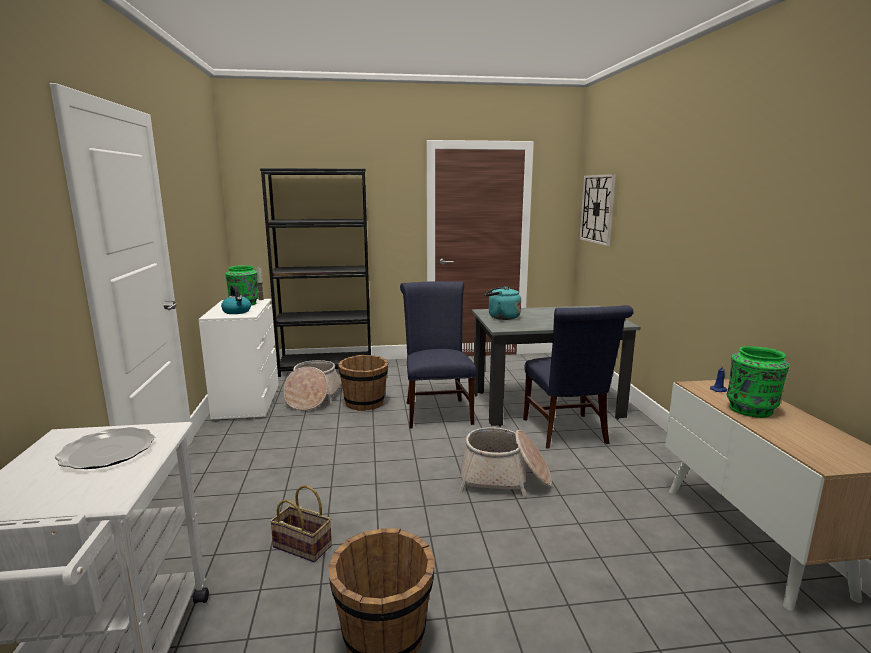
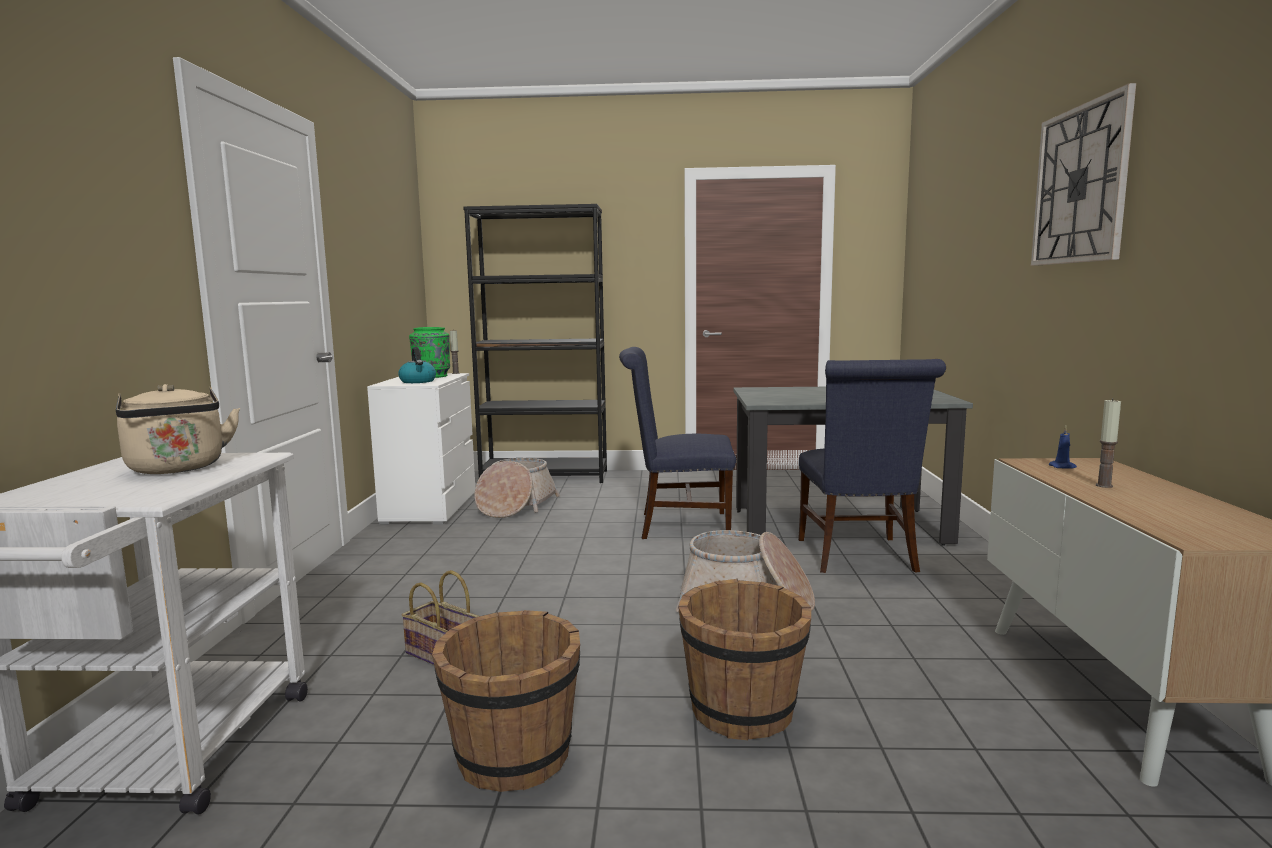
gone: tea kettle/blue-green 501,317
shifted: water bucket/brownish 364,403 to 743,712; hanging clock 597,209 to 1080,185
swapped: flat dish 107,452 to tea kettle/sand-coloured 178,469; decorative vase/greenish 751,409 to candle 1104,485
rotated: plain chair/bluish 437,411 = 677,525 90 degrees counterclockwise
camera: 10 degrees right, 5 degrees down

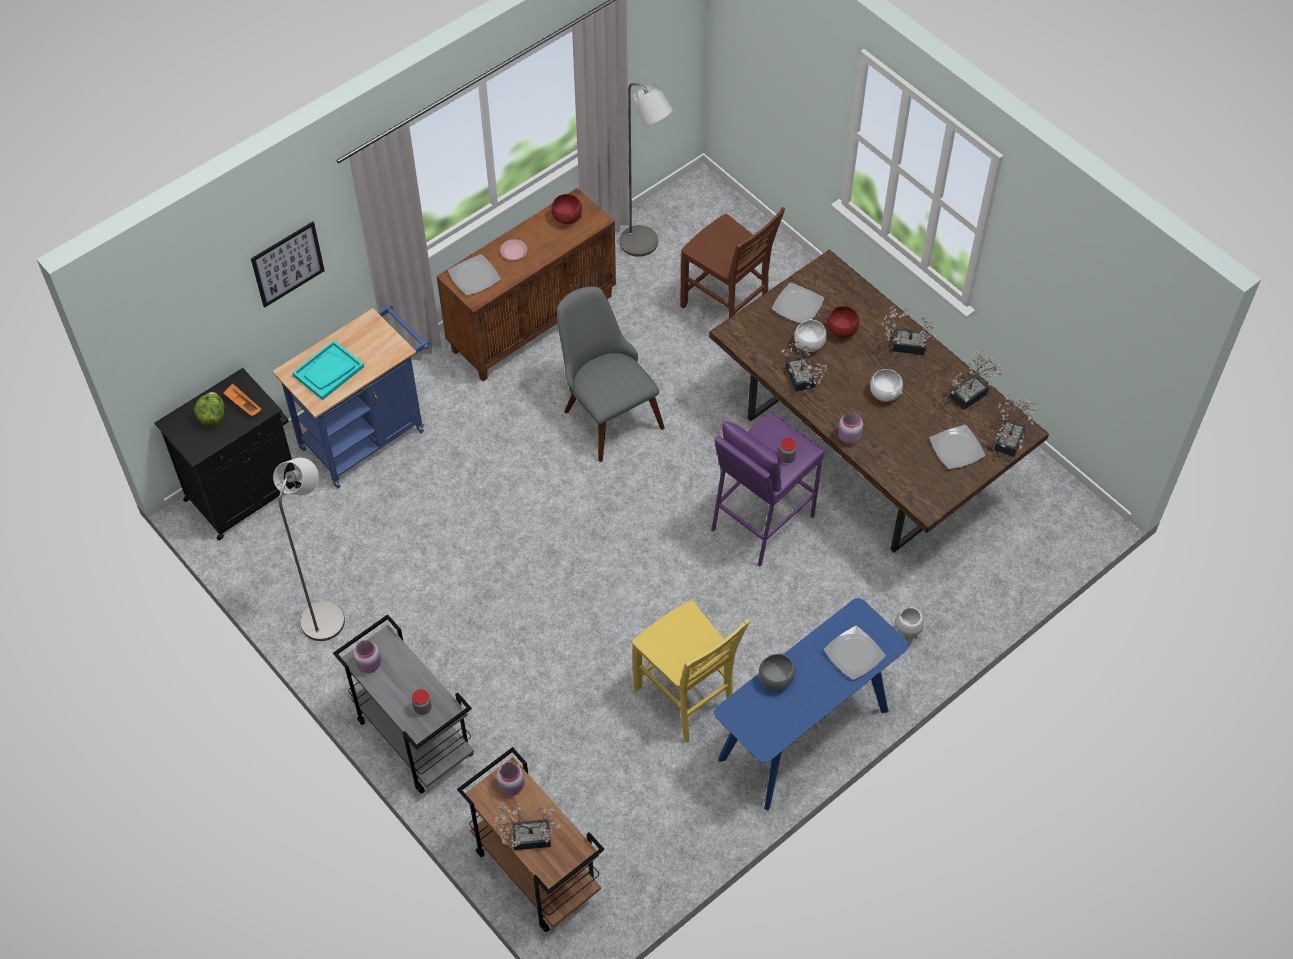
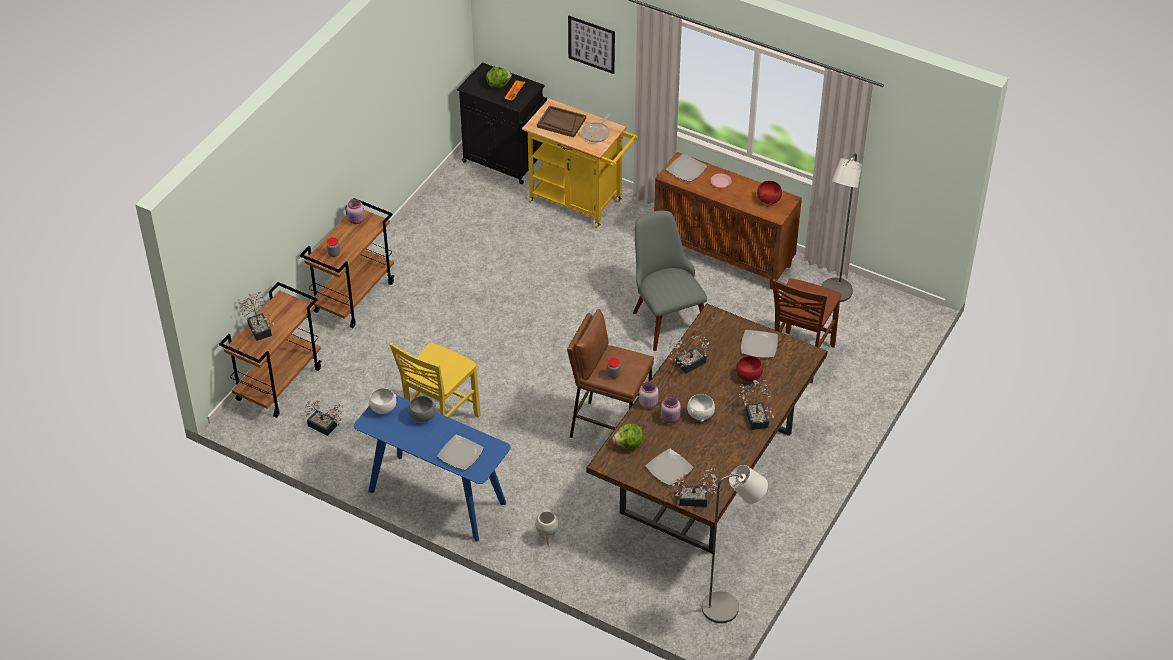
new: frying pan 596,133; lettuce 628,444
shifted: houseplant 972,393 to 325,427; deep dish/white-coloured 809,345 to 382,409; storage jar/pinkish 512,786 to 670,418; standard lamp/grey 326,614 to 727,607
repainted: wheeled cart/grey 413,737 to wheeled cart/brownish 354,297; wheeled cart/bluish 368,434 to wheeled cart/yellowish 580,202; tray/blue-green 328,371 to tray/brownish 561,122; stool seat/purple 761,522 to stool seat/brownish 609,428
rotated: plain chair/grey 606,411 = 665,316 60 degrees counterclockwise
camera: 70 degrees right, 10 degrees down

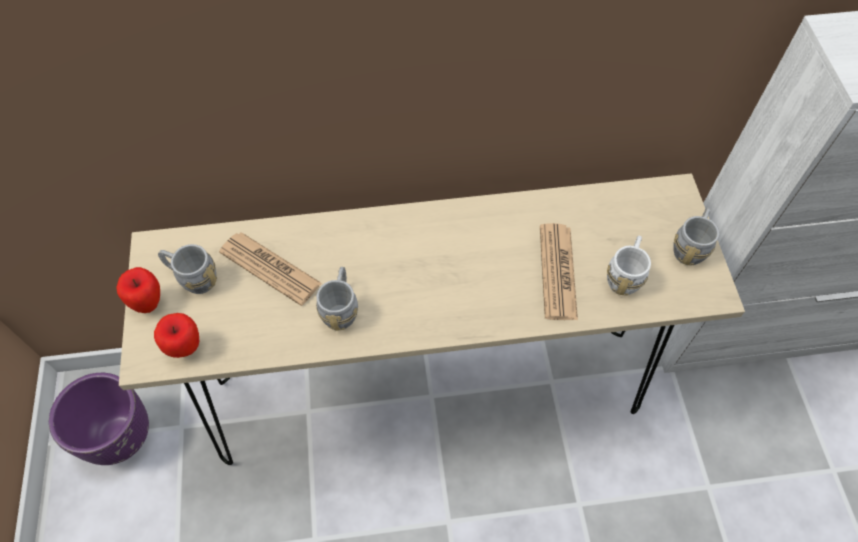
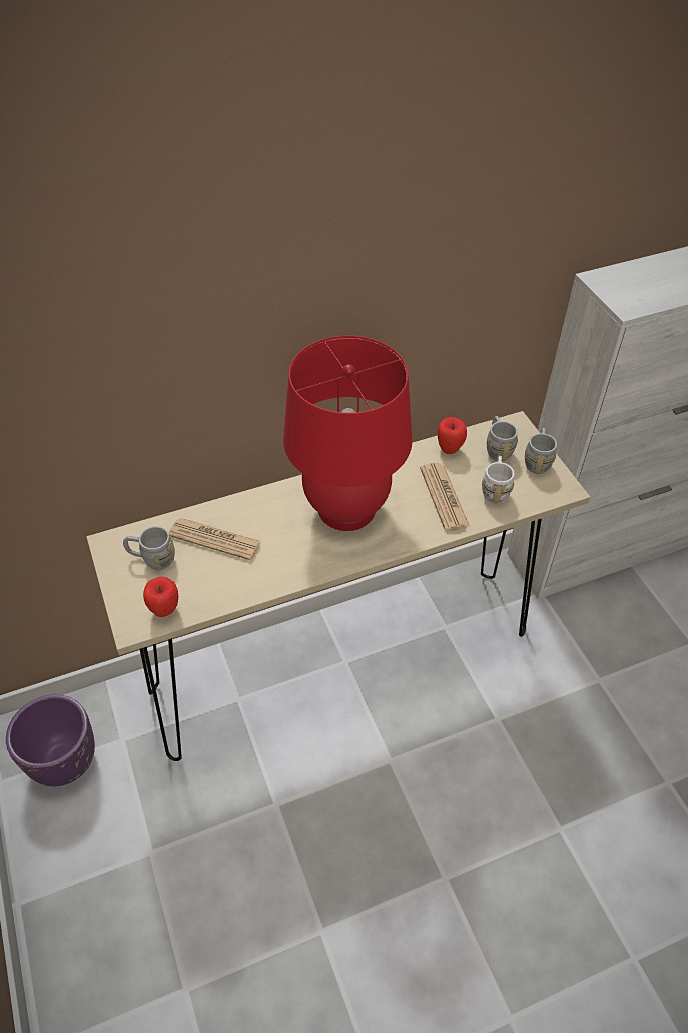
new: table lamp/red-coloured 346,508
shifted: whole apple 149,304 to 449,449; tea mug/grey 341,308 to 497,448
camera: 15 degrees left, 10 degrees down

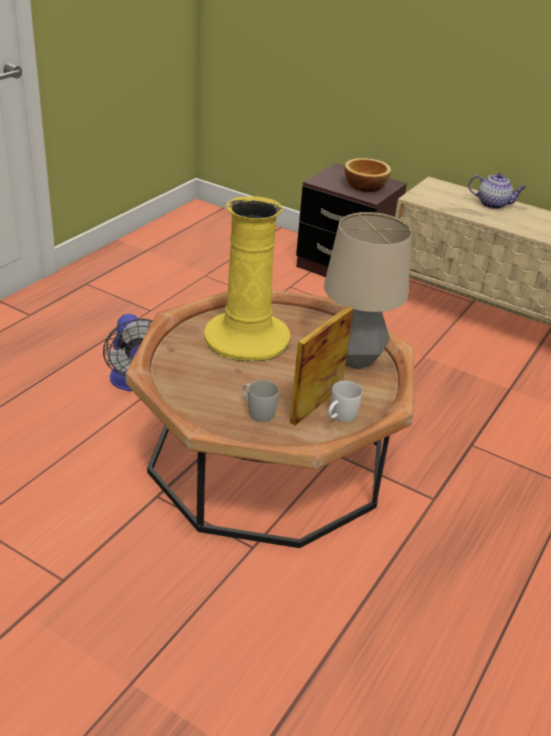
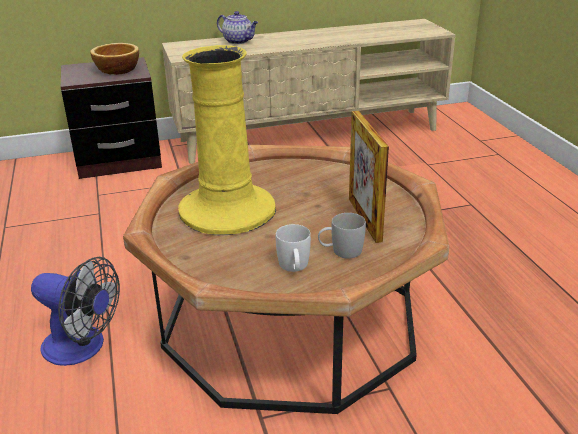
gone: table lamp 355,359
shifted: tea mug/white-coloured 340,417 to 294,267
rotated: teapot 493,204 = 239,41 60 degrees clockwise
camera: 45 degrees left, 5 degrees down

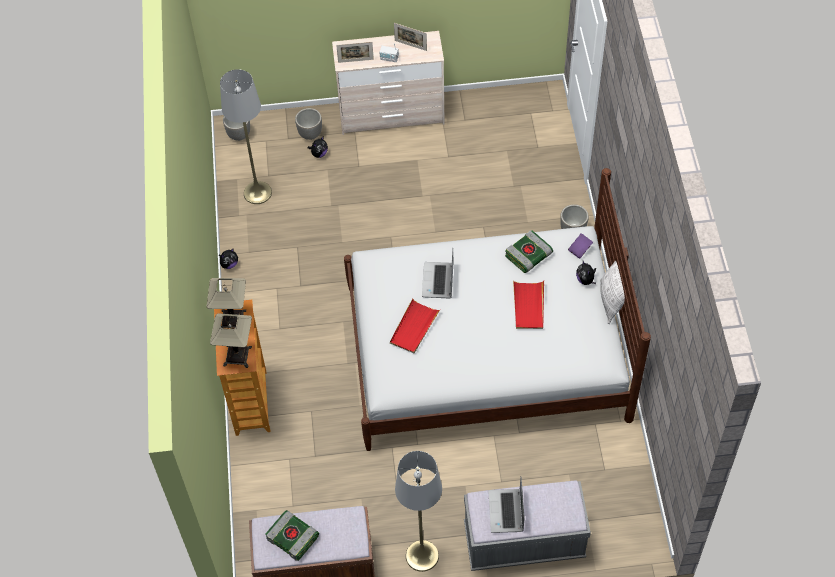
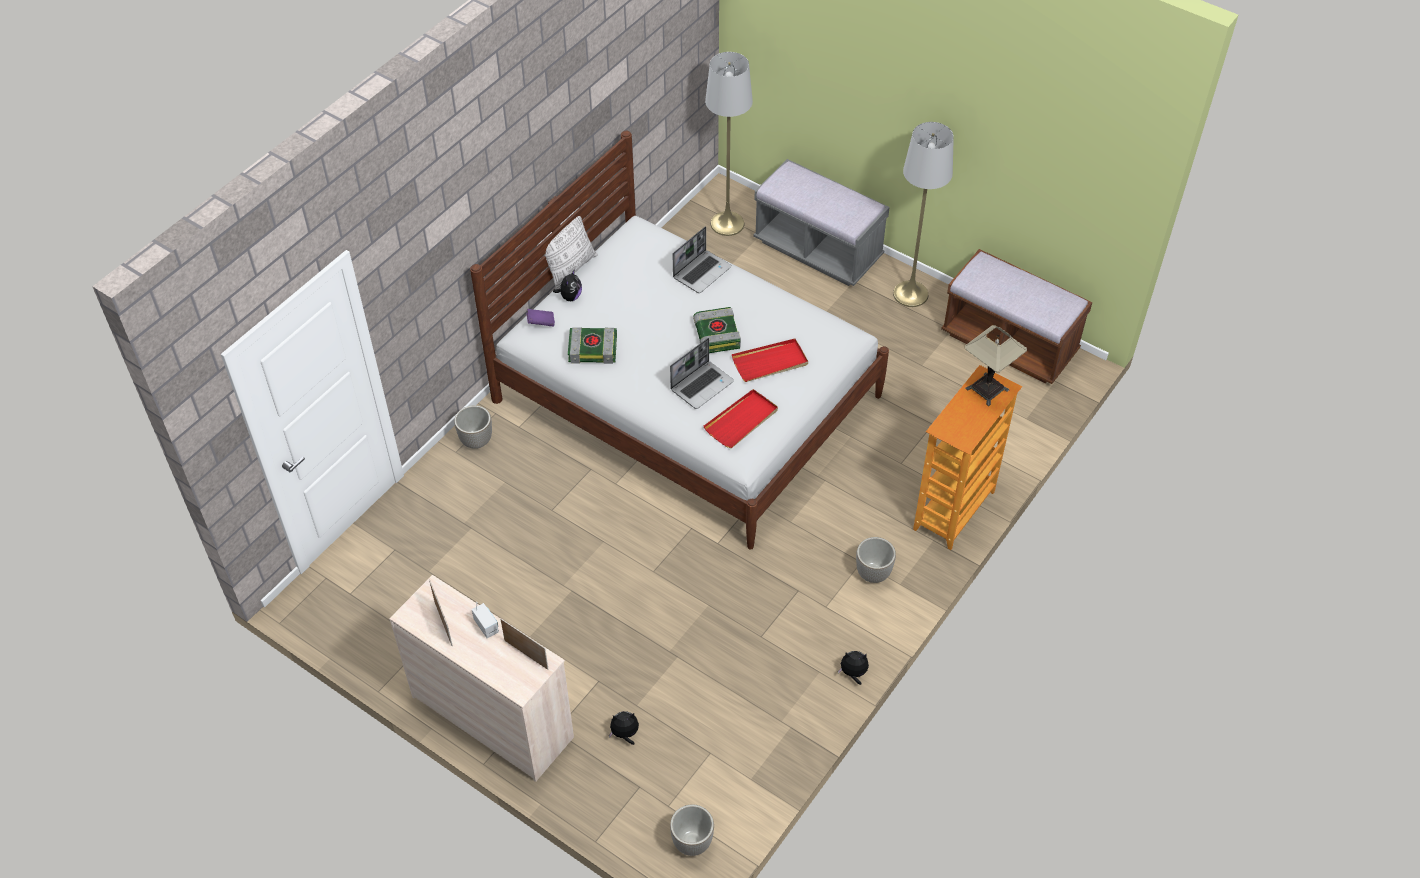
gone: table lamp 233,320
shifted: laptop 506,512 to 702,272; bound book 293,537 to 716,334; tray/red-coloured 528,306 to 742,420; standard lamp/grey 257,192 to 727,224; planter 310,134 to 873,573
camera: 140 degrees left, 5 degrees down

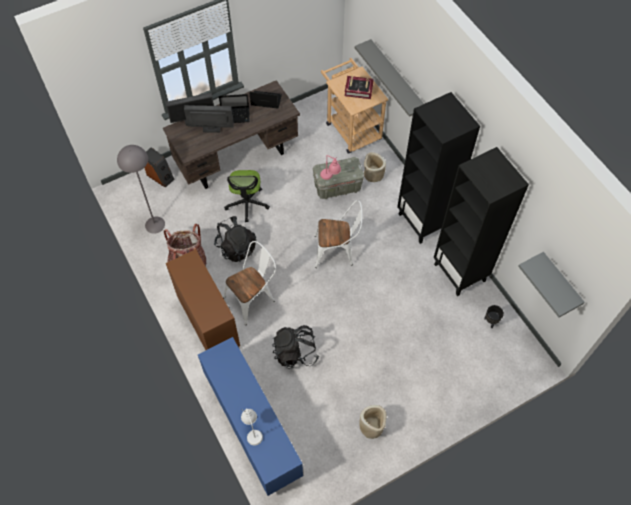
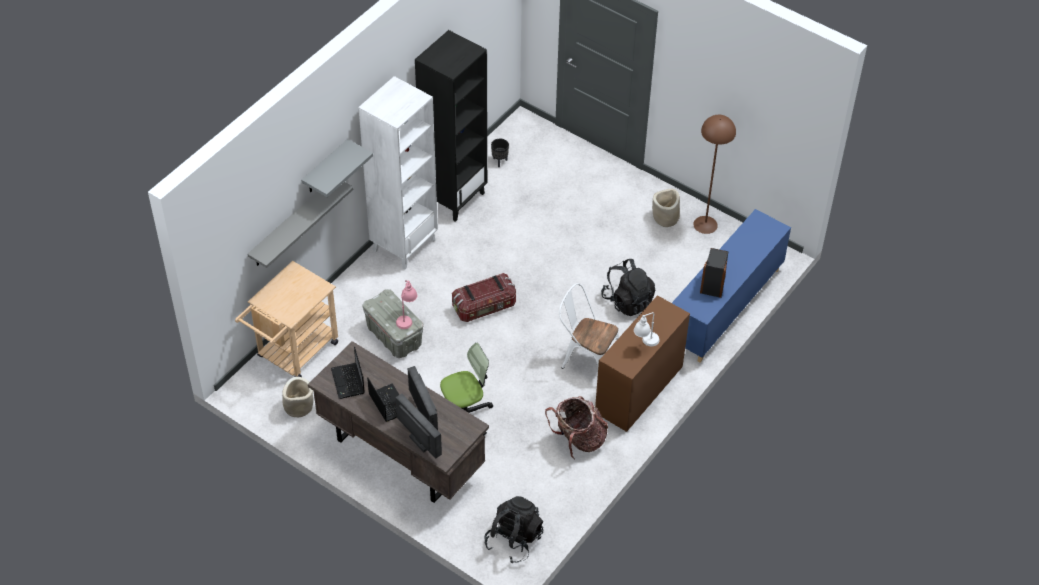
gone: standard lamp/grey 155,224; bound book 358,89
new: standard lamp/brownish 705,225
shifted: planter/sand-coloured 373,174 to 298,407; shelf/grey 560,282 to 325,168; knapsack/blackish 236,247 to 514,540; table lamp/white-coloured 252,431 to 645,344; speaker 160,176 to 713,283
swapped: plain chair/white-coloured 337,251 to storage bin 484,307
repainted: bookshelf/blackish 423,222 to bookshelf/white-coloured 404,245
camera: 115 degrees left, 10 degrees down

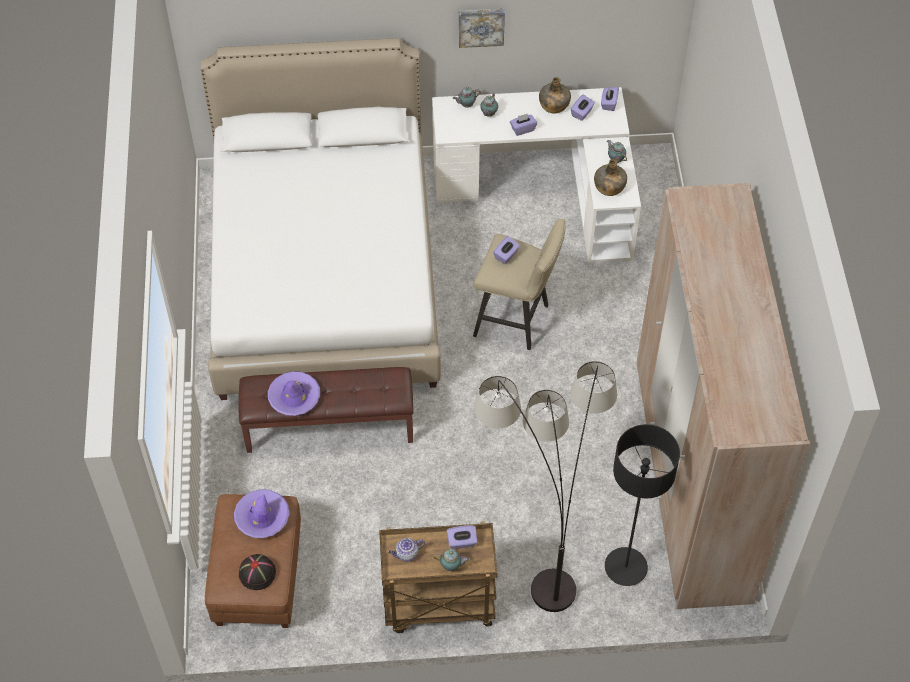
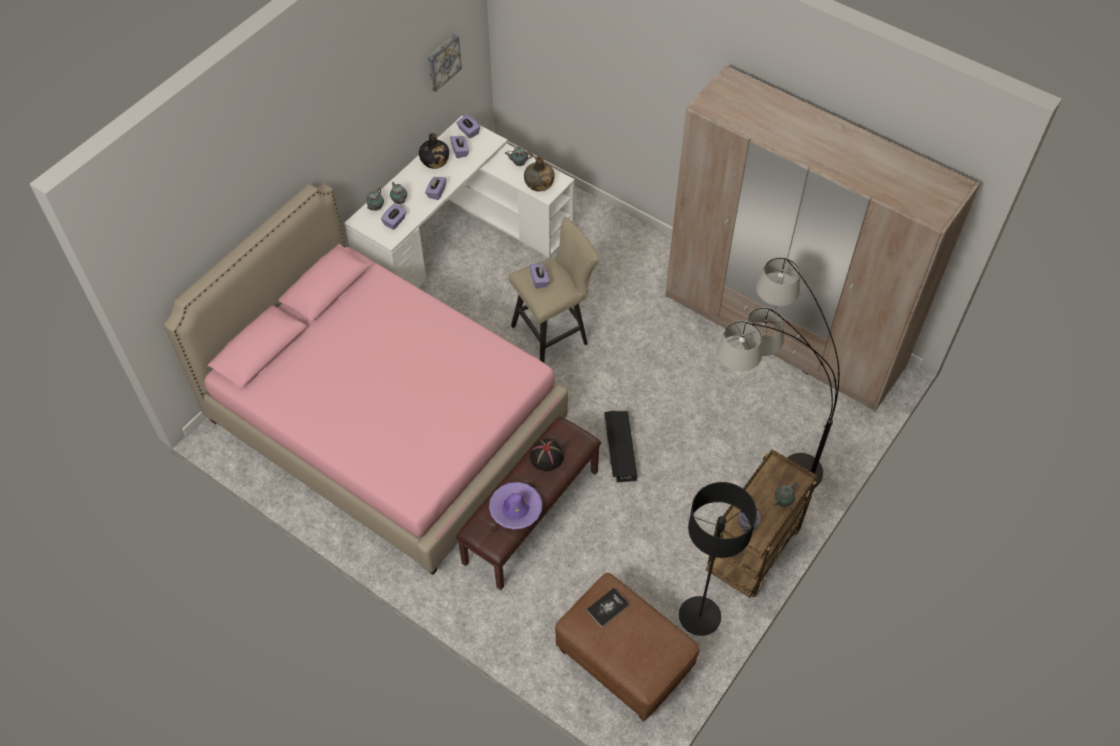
new: storage bin/blackish 619,449
shifted: tissue holder/purple 462,542 to 395,222; wall picture 481,26 to 443,61; hat/blackish 257,573 to 546,456; standard lamp/blackish 625,567 to 699,617
swapped: hat/purple 262,517 to bound book 607,607
repainted: sleeping bed/white-coloured 324,274 to sleeping bed/pinkish 386,422; bottle/greenish 553,105 to bottle/blackish 434,161
camera: 50 degrees left, 0 degrees up

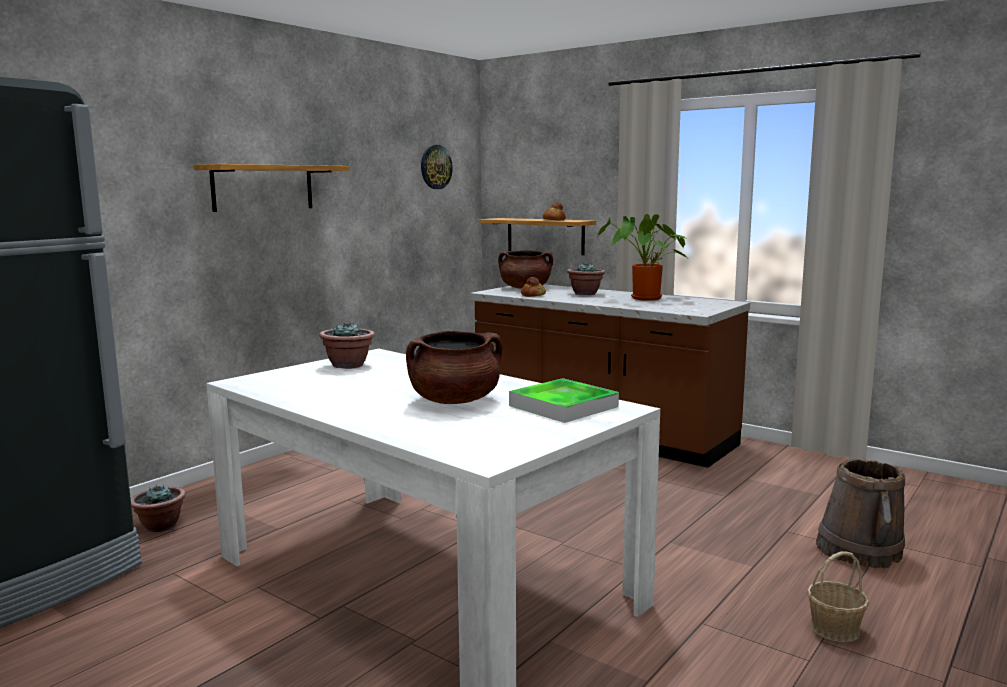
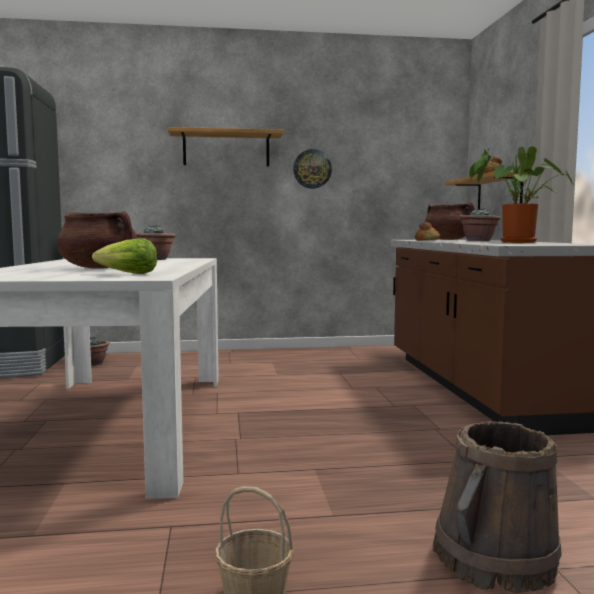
shifted: hanging clock 435,167 to 312,169
swapped: tray 563,406 to lettuce 128,274
camera: 45 degrees right, 5 degrees down

